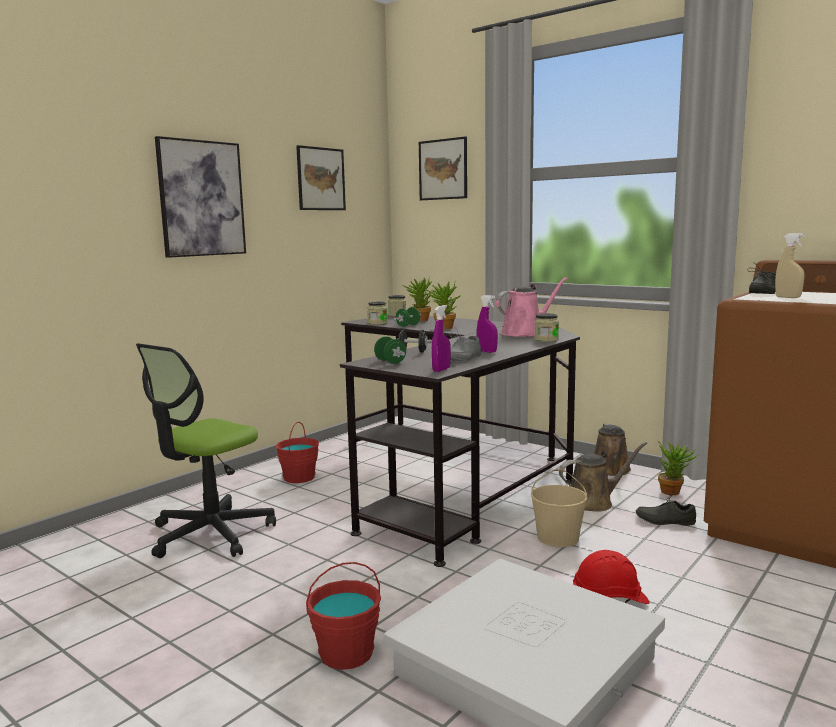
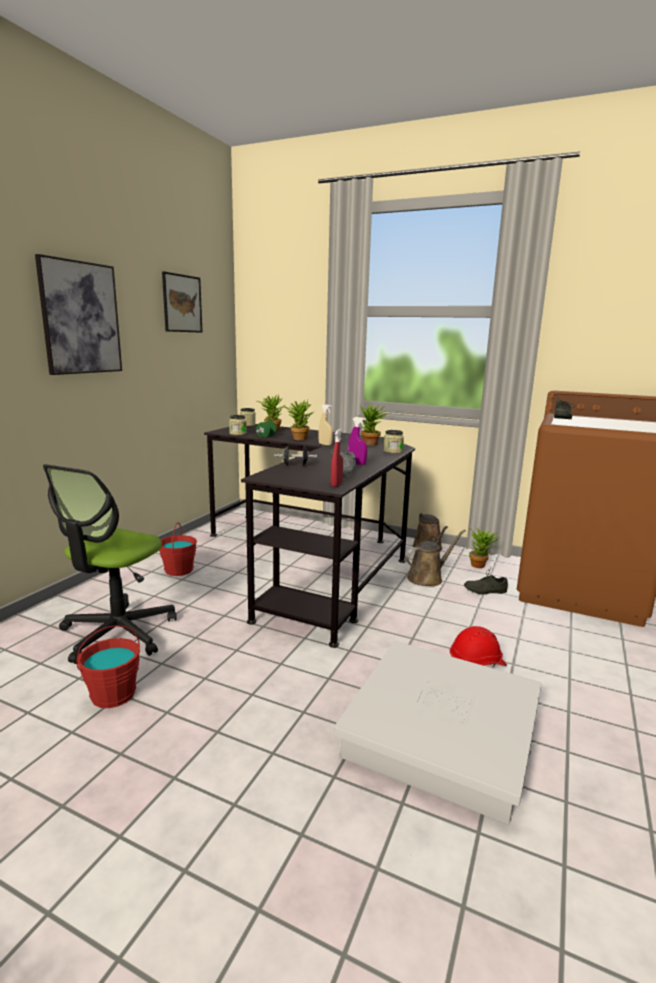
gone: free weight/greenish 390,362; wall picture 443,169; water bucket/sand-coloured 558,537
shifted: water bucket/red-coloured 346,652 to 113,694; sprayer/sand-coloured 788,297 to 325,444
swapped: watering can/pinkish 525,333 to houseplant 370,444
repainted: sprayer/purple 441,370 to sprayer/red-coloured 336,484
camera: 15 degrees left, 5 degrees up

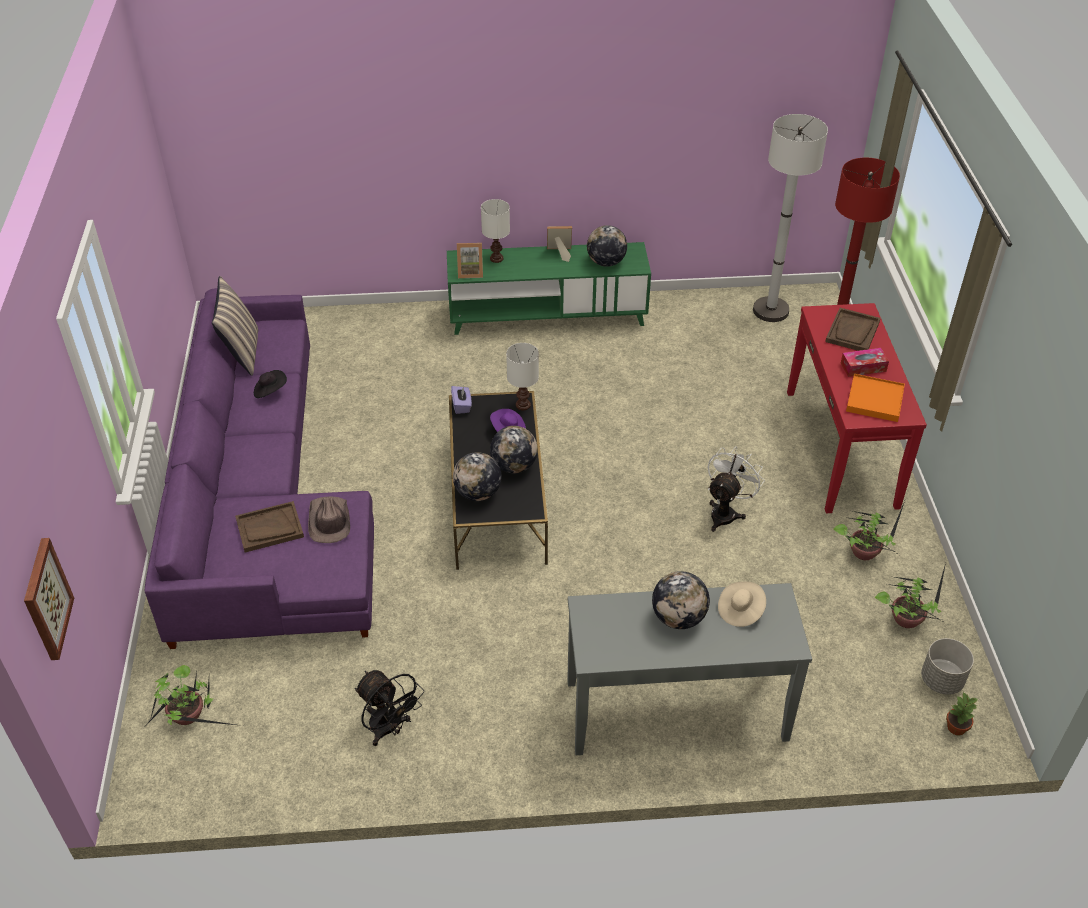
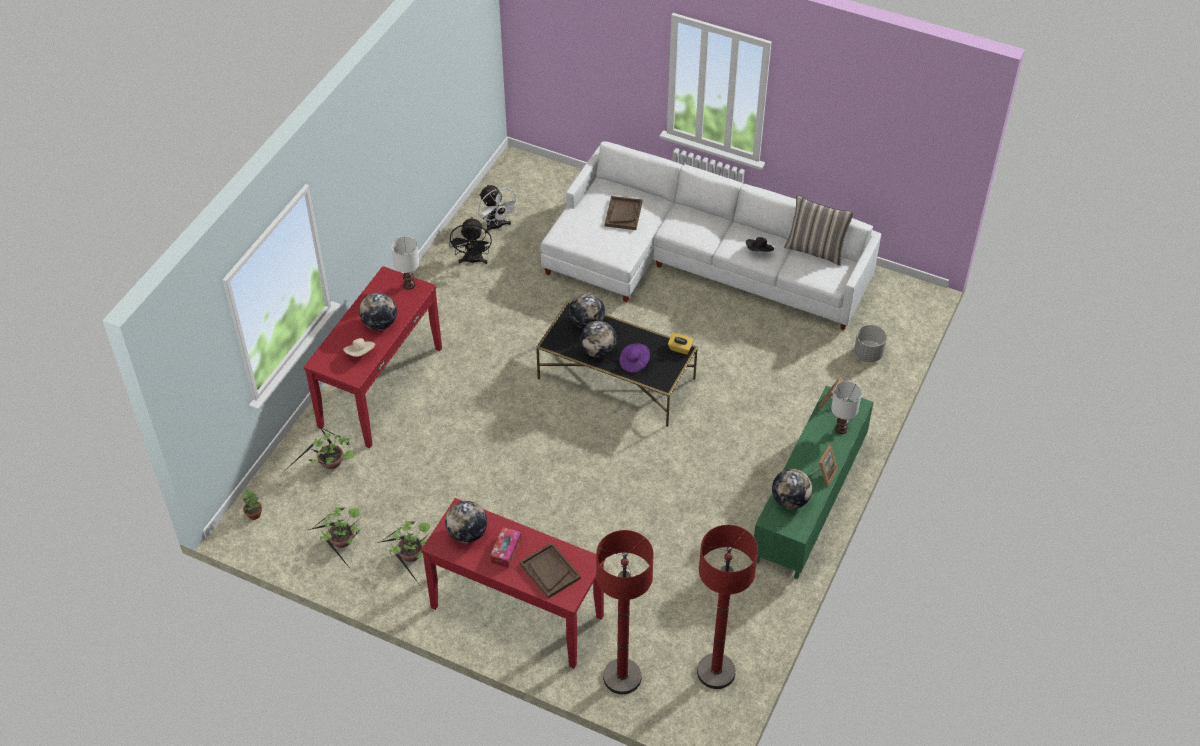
gone: wall picture 46,599; hat/brownish 329,521
shifted: houseplant 190,717 to 330,465; table lamp/white-coloured 522,405 to 409,284; cooling fan/white-coloured 726,512 to 497,227; planter/grey 942,680 to 868,354
swapped: tray/orange-coloured 875,400 to globe 467,534
repainted: narrow table/grey 676,711 to narrow table/red-coloured 380,386; couch/purple 261,504 to couch/white-coloured 697,261; tissue holder/purple 462,406 to tissue holder/yellowish 680,348; standard lamp/white-coloured 770,310 to standard lamp/red-coloured 716,672
rotated: cooling fan/blackish 389,729 = 473,261 75 degrees counterclockwise
camera: 120 degrees right, 5 degrees up

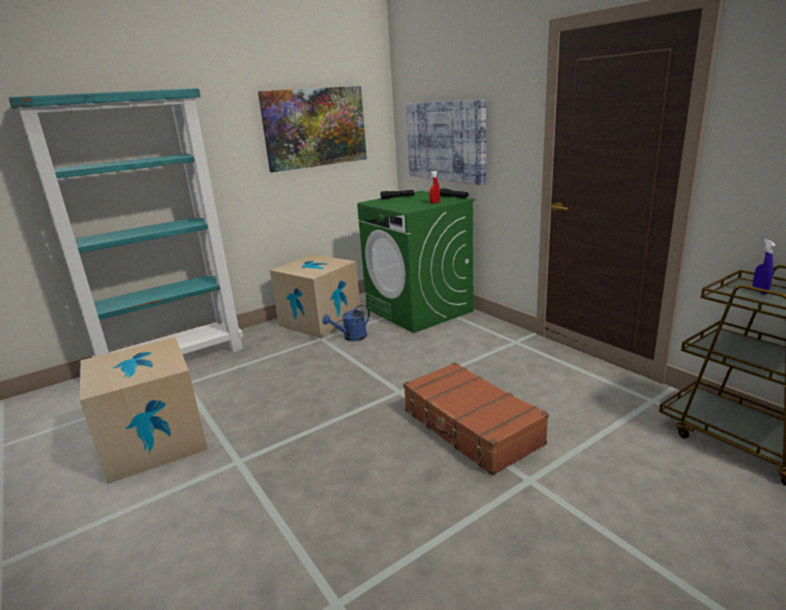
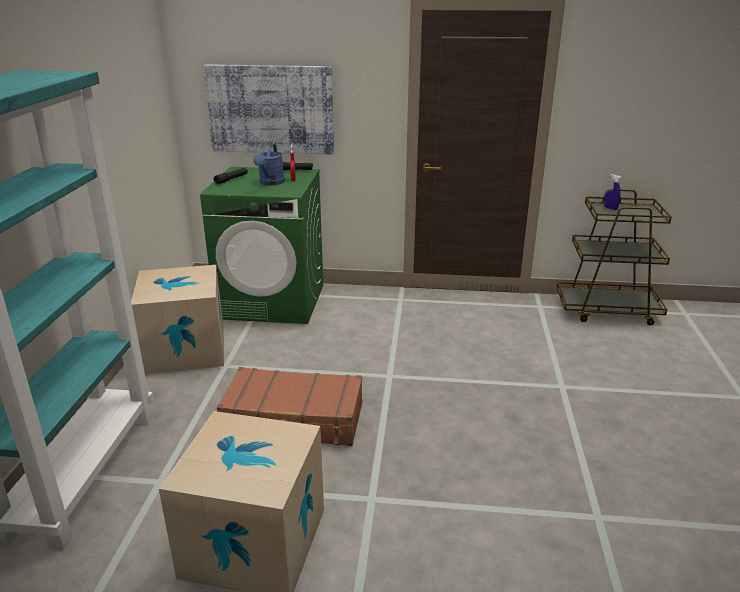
gone: wall picture 315,127
shifted: suitcase/brownish 470,428 to 294,419; watering can/bluish 351,337 to 270,183
camera: 50 degrees left, 5 degrees up

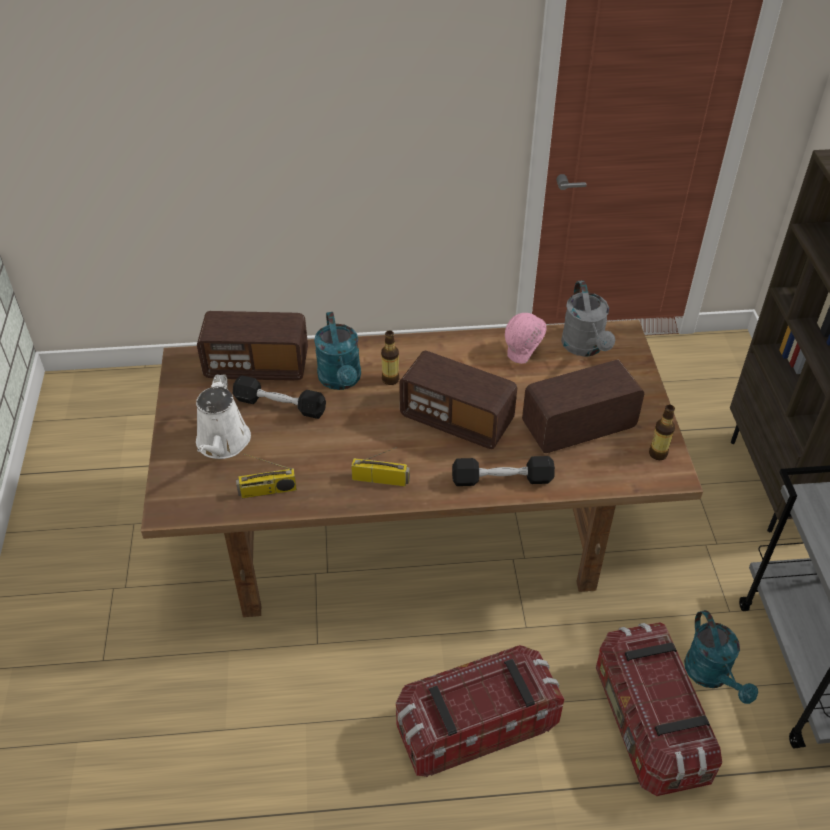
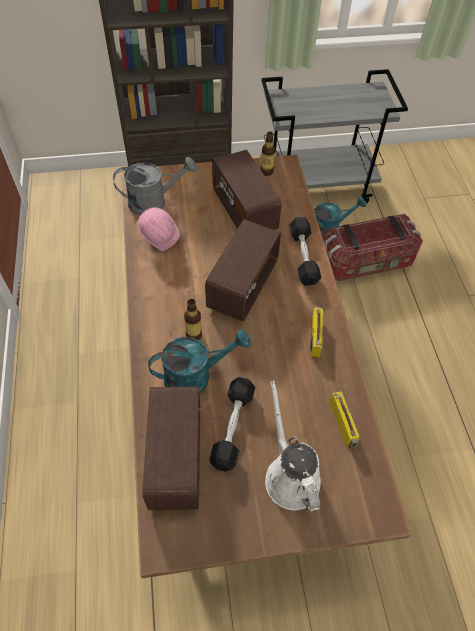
gone: storage bin 475,725
rotated: watering can/white-coloured 222,444 = 290,475 105 degrees counterclockwise
camera: 95 degrees left, 10 degrees up

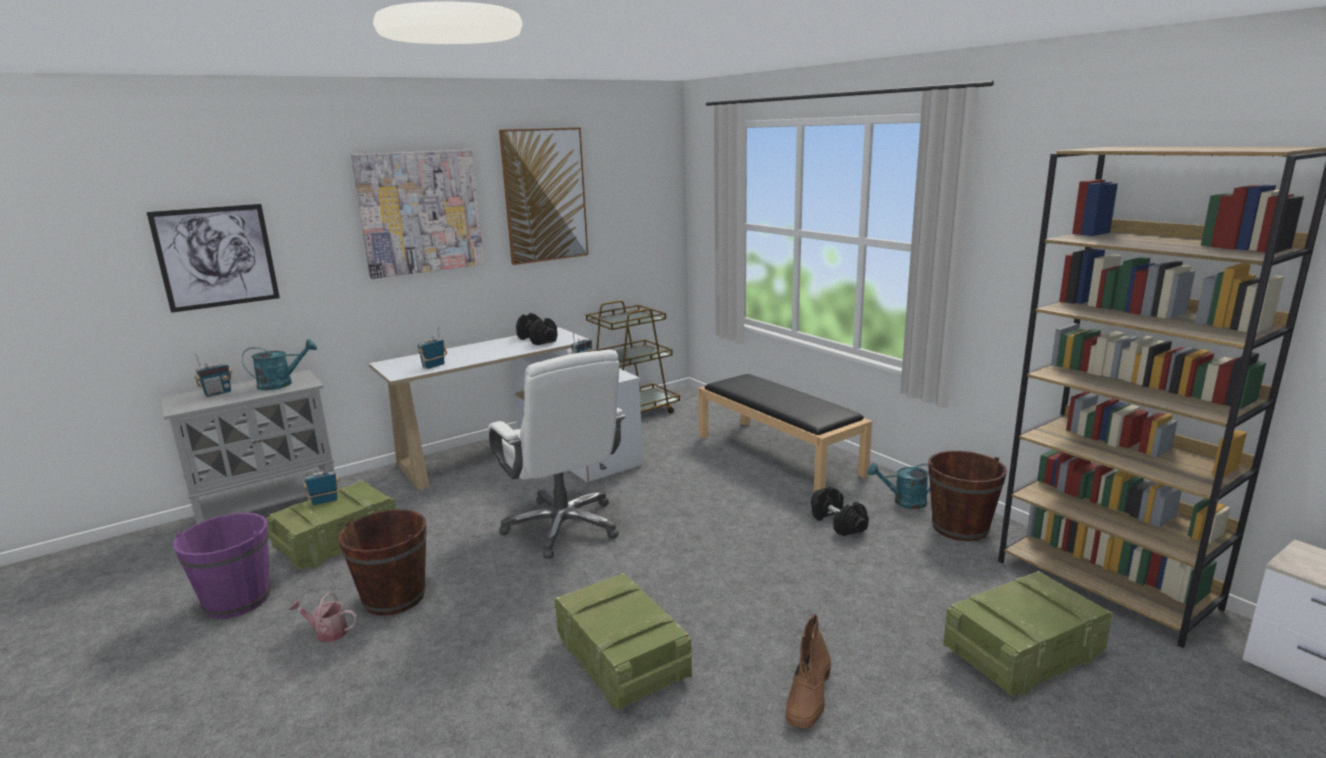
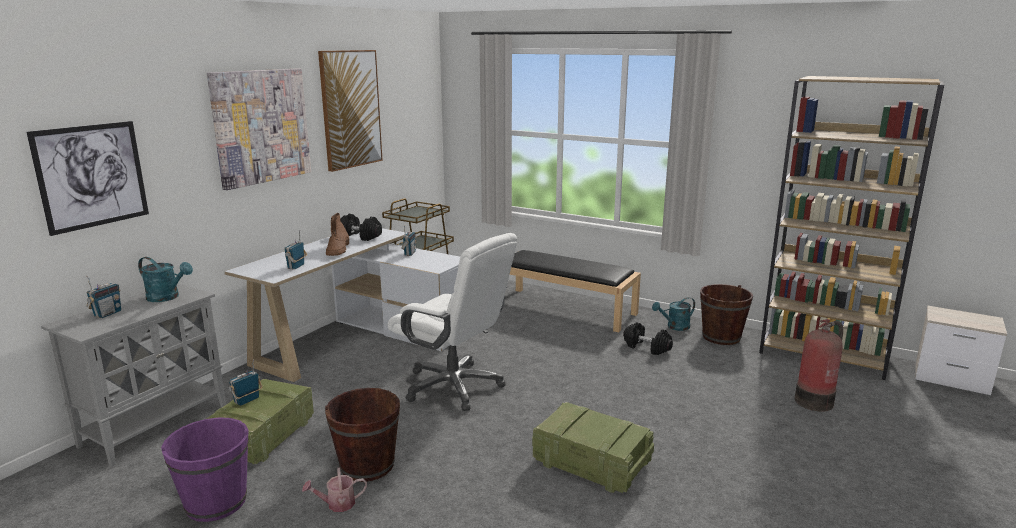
shifted: tall boot/brownish 808,697 to 338,250
swapped: packing crate 1023,653 to fire extinguisher 815,401
rotated: watering can/blue-green 282,384 = 167,297 75 degrees clockwise
camera: 25 degrees left, 0 degrees up

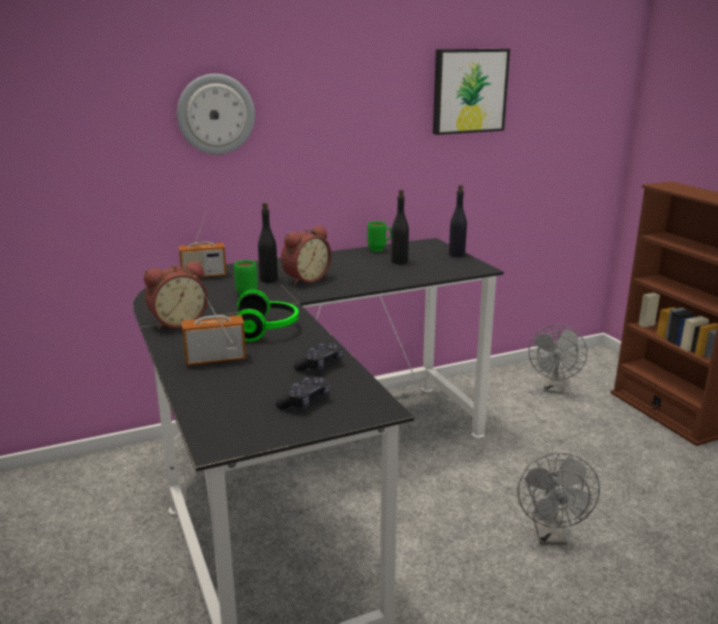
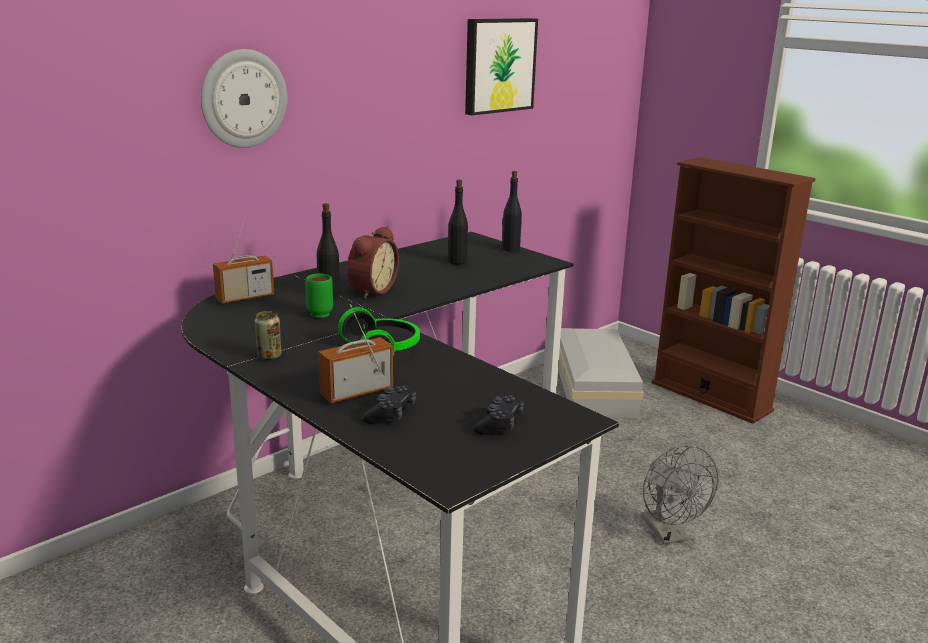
gone: tea mug/greenish 380,249
shifted: joypad/blackish 320,365 to 391,413
swapped: bedside clock 178,322 to sealed can 269,356; cooling fan/grey 554,389 to storage bin/white-coloured 595,386
camera: 20 degrees left, 0 degrees up

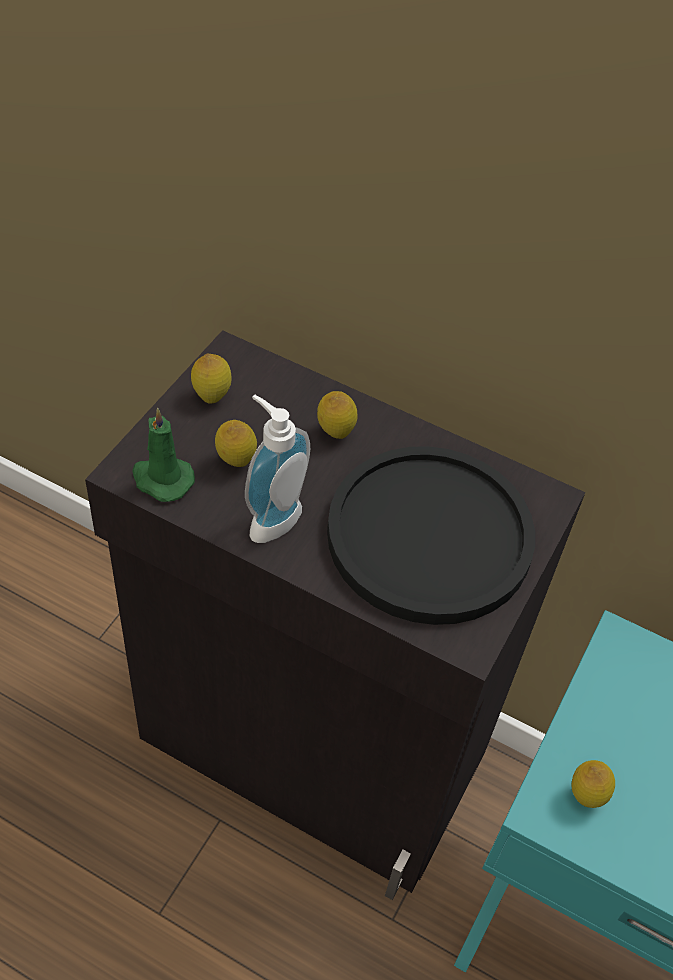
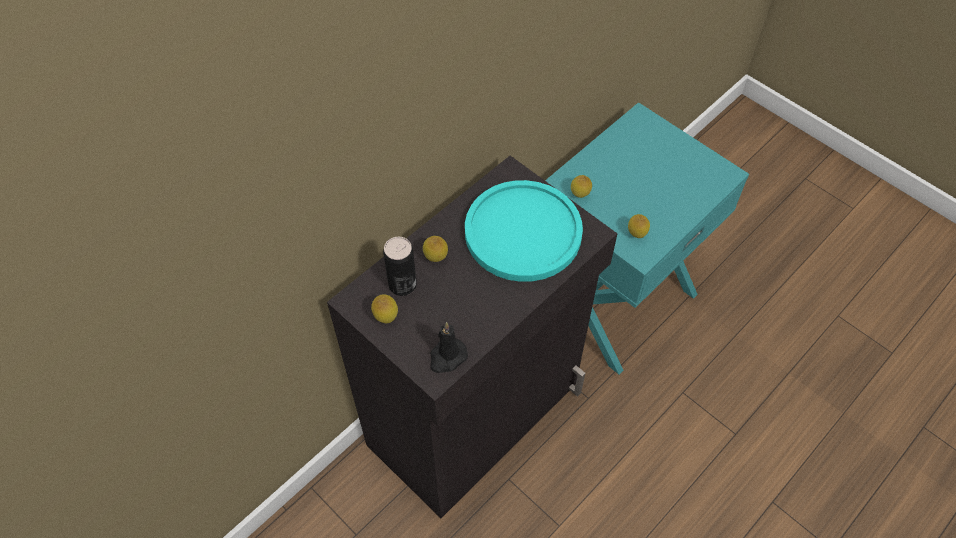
gone: soap bottle 270,518
new: sealed can 402,285
shifted: whole lemon 236,462 to 579,195
repainted: candle/greenish 161,479 to candle/blackish 447,357; flat dish/blackish 429,536 to flat dish/blue-green 523,232
camera: 70 degrees left, 5 degrees up

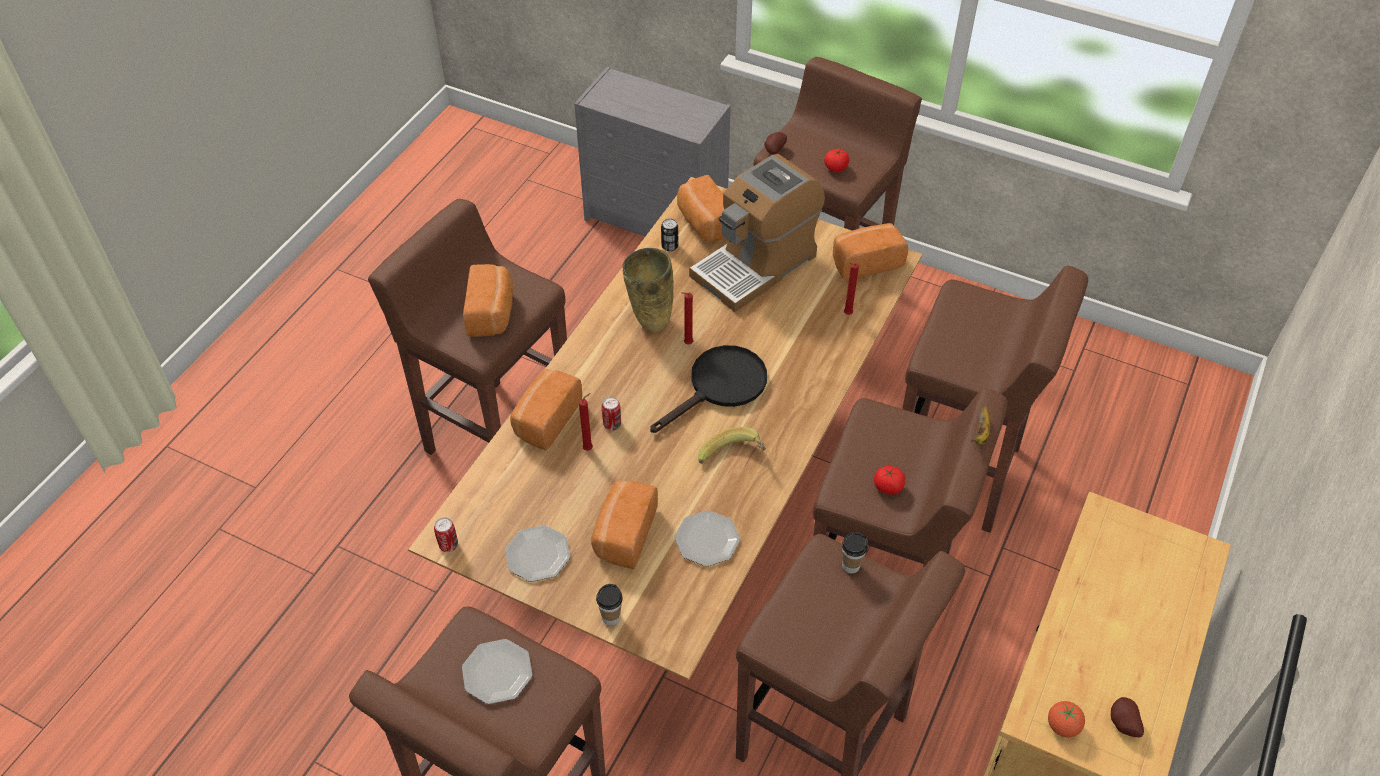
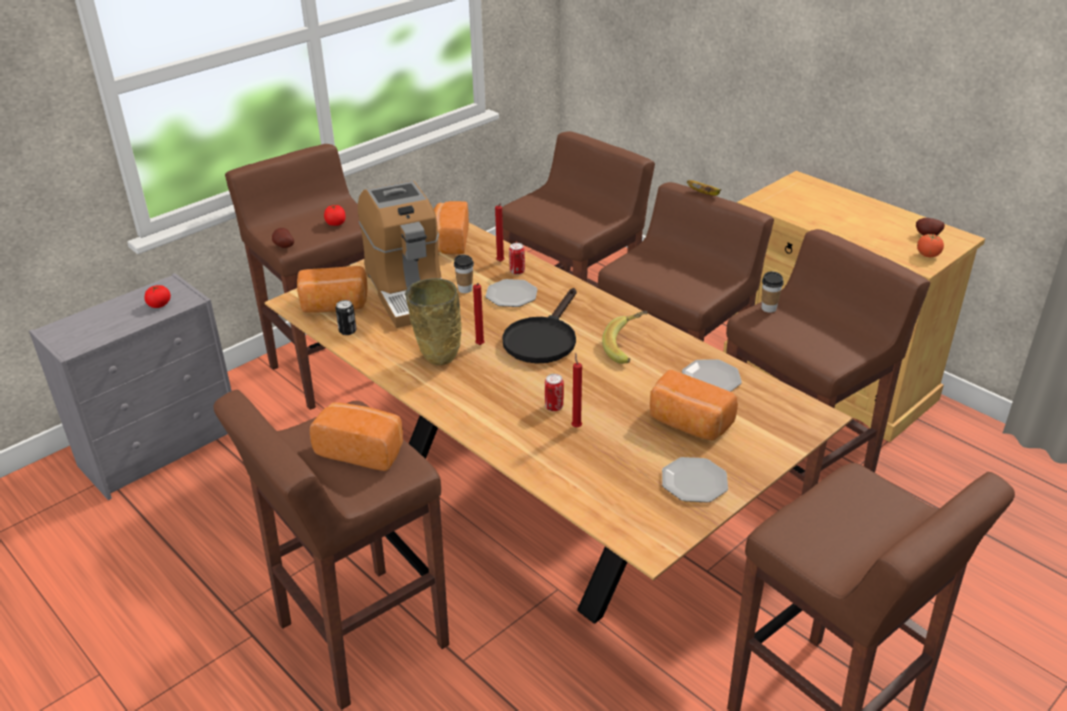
gone: baked bread 545,419
shifted: tomato 887,487 to 159,305; drinking cup 611,617 to 465,289; flat dish 498,672 to 511,295; sealed can 448,545 to 517,271
rotated: frying pan/blackish 720,387 = 543,338 135 degrees counterclockwise
camera: 70 degrees left, 15 degrees down

